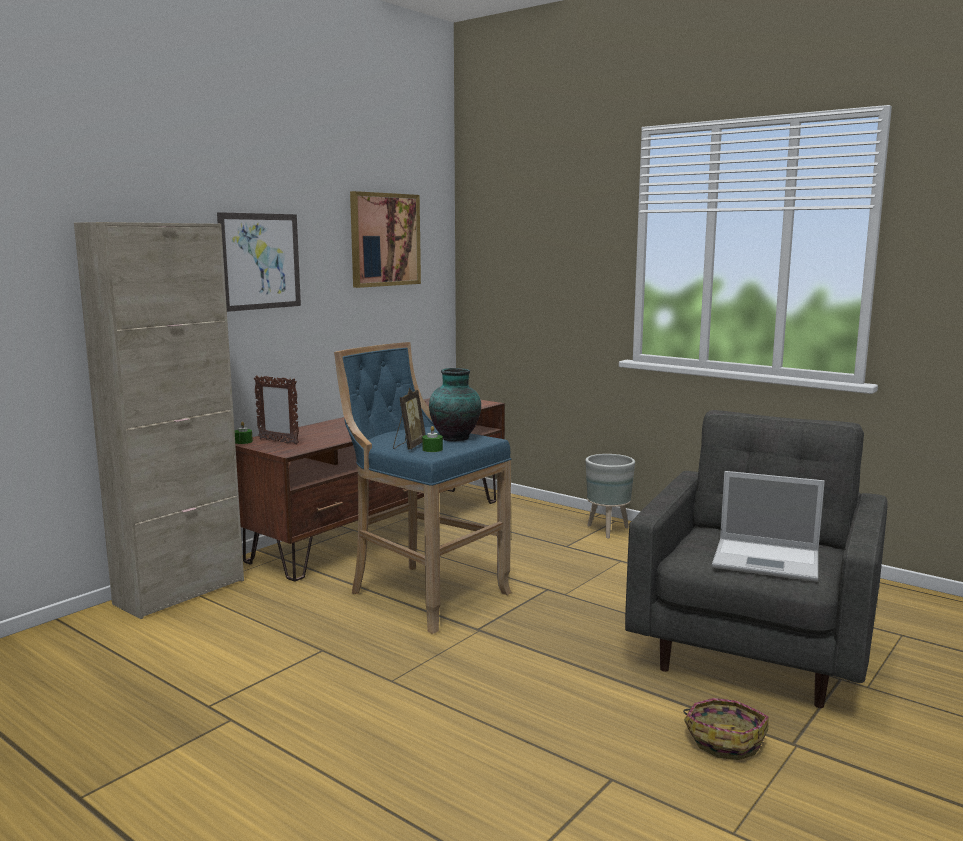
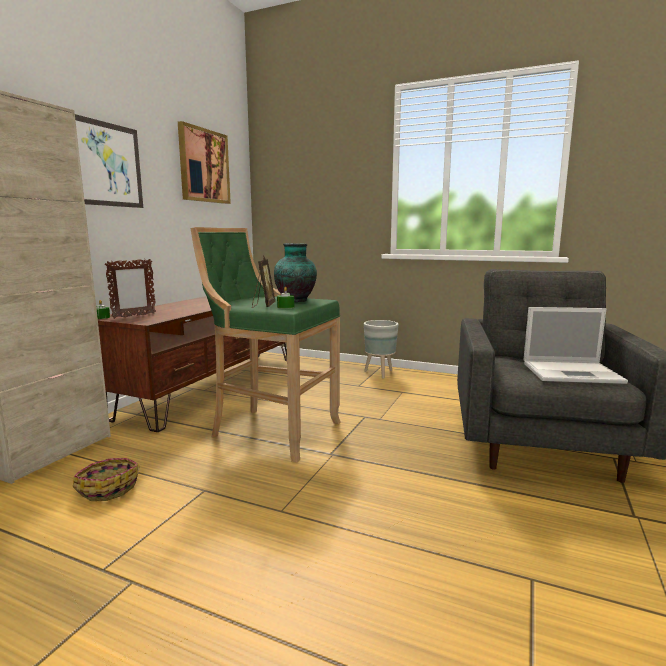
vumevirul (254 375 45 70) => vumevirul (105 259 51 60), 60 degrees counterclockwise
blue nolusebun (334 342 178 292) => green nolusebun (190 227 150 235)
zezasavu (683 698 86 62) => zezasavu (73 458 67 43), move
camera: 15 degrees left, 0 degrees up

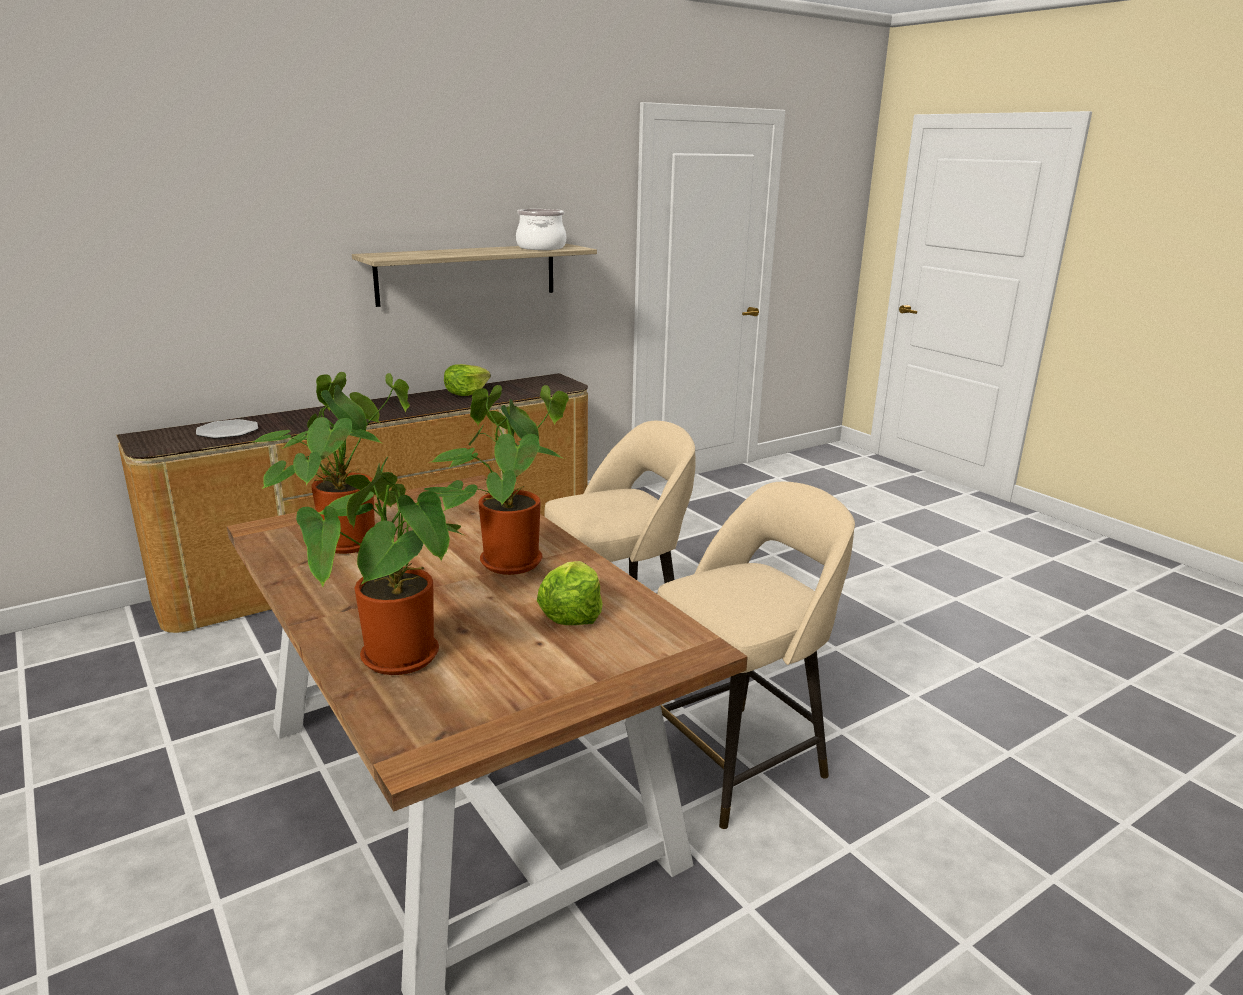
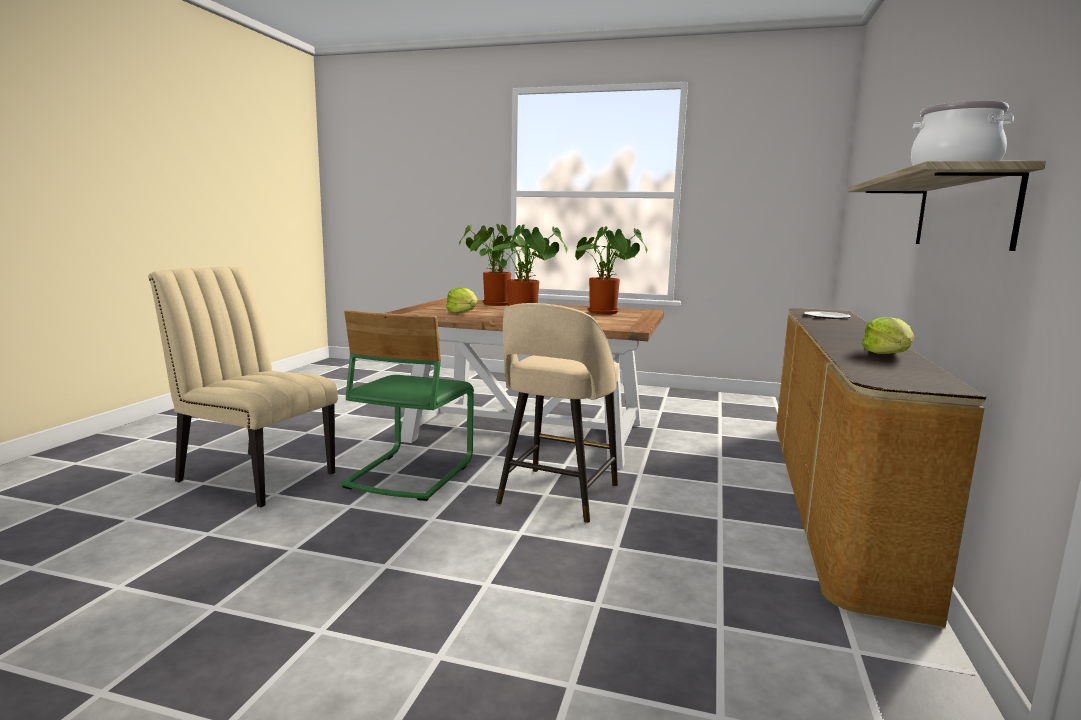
beige nolusebun (657 482 198 347) => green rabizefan (341 310 133 191)
nothing => beige rabizefan (148 267 190 240)
camera: 140 degrees right, 10 degrees down

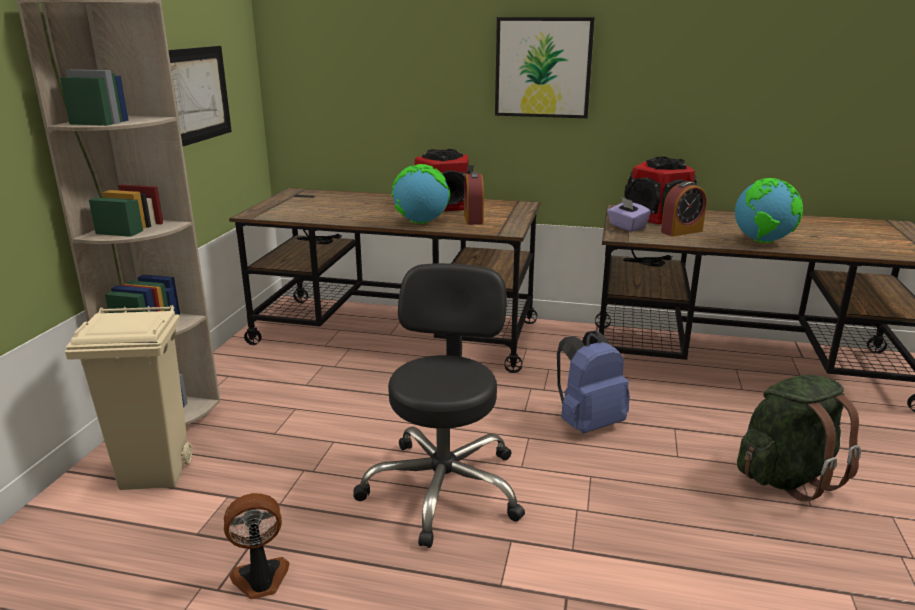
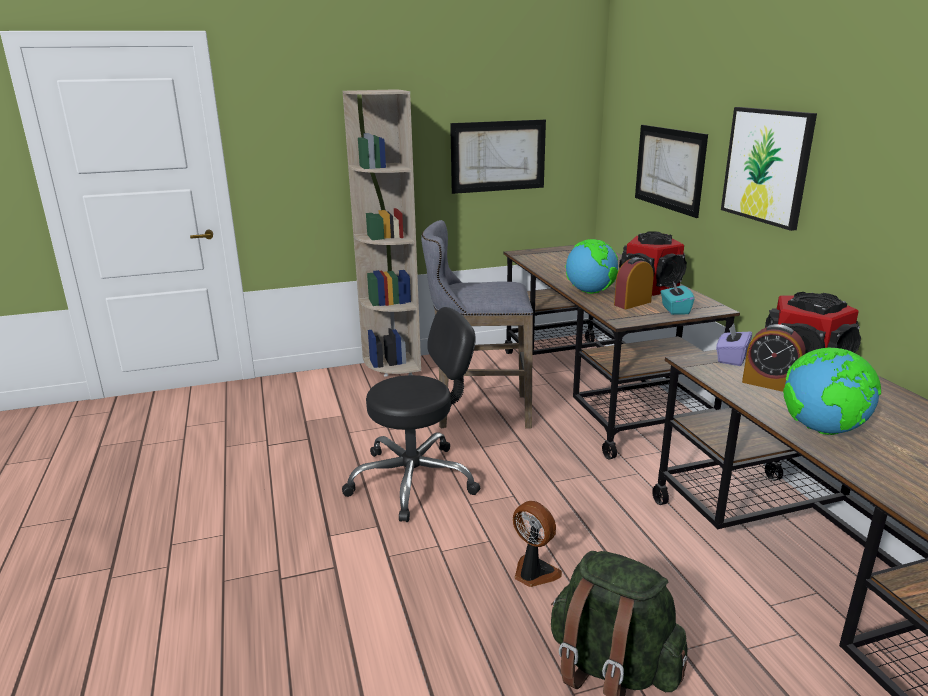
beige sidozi (65 305 128 185) => nothing
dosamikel (224 493 66 106) => dosamikel (513 501 49 86), move
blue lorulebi (557 331 73 103) => nothing
nothing => grey nolusebun (421 220 112 209)
nothing => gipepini (635 125 73 93)
nothing => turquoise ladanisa (661 282 34 33)
camera: 60 degrees right, 0 degrees up

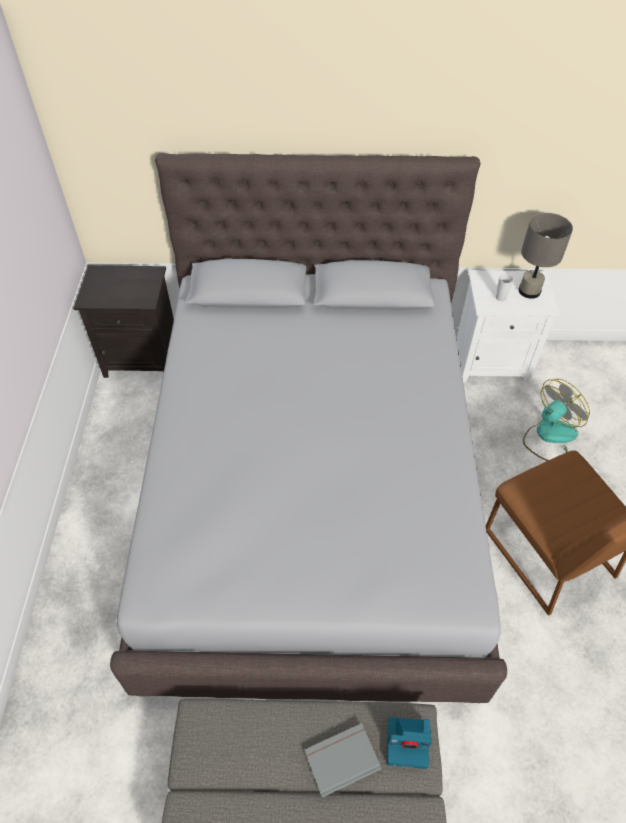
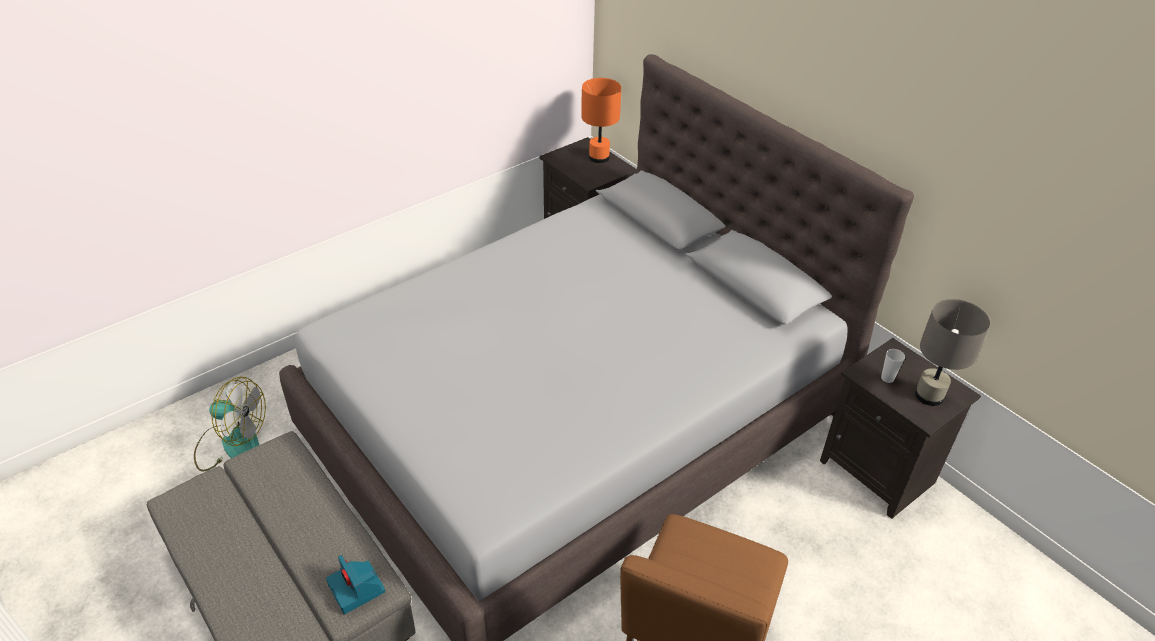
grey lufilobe (304 723 77 75) => nothing
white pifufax (456 270 104 114) => black pifufax (820 338 161 181)
dosamikel (523 379 67 82) => dosamikel (194 377 72 94), move
nothing => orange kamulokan (581 78 40 85)
camera: 50 degrees right, 10 degrees down

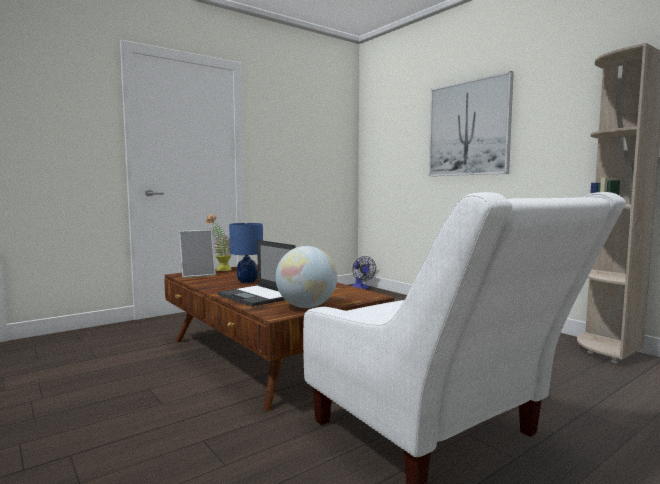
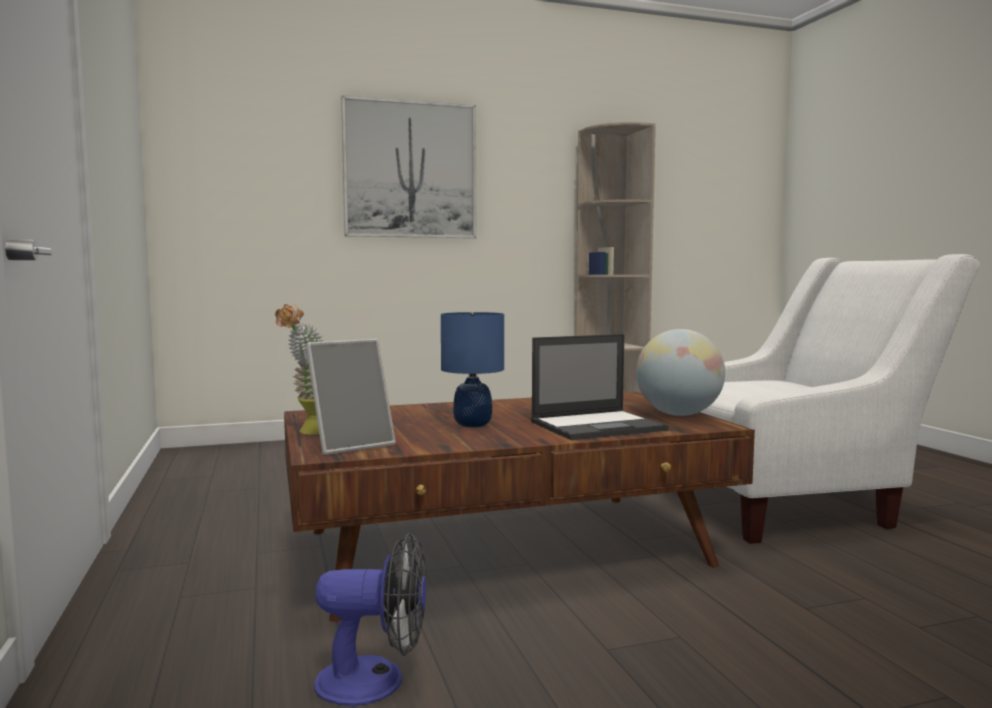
vumevirul (179 230 37 48) => vumevirul (306 339 90 116), 60 degrees clockwise
dosamikel (352 256 24 33) => dosamikel (314 533 112 173), move
camera: 70 degrees left, 0 degrees up

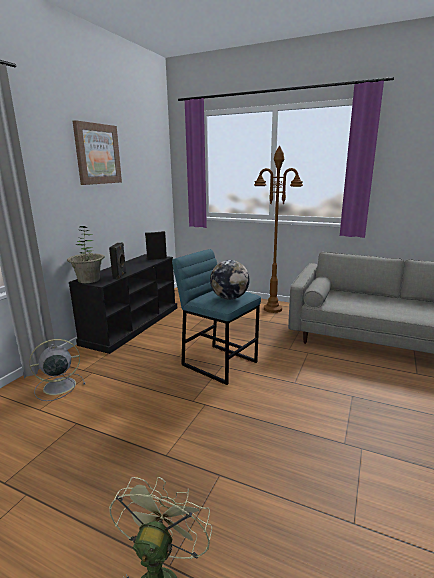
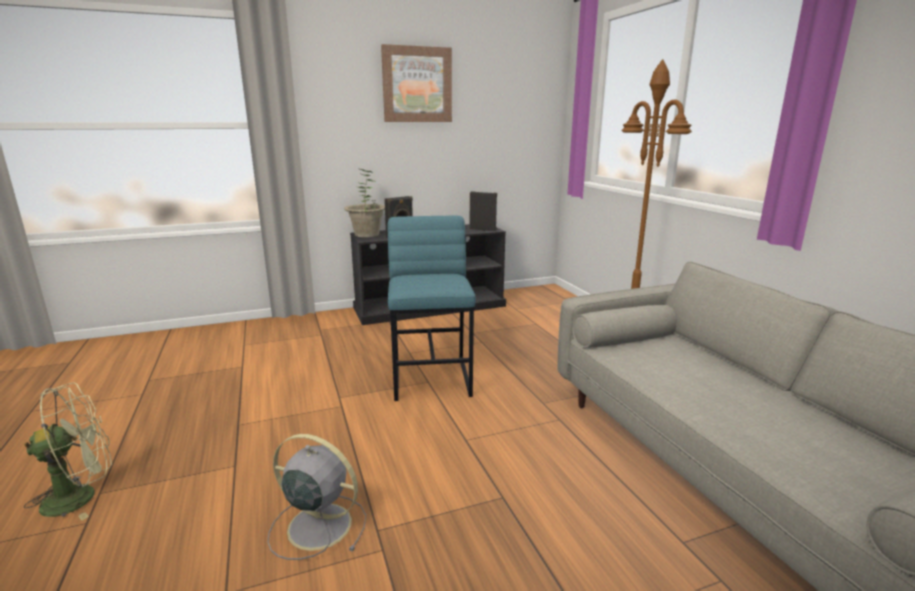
grey dosamikel (29 339 56 62) => grey dosamikel (267 434 99 126), move
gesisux (210 260 40 40) => nothing
camera: 45 degrees right, 0 degrees up

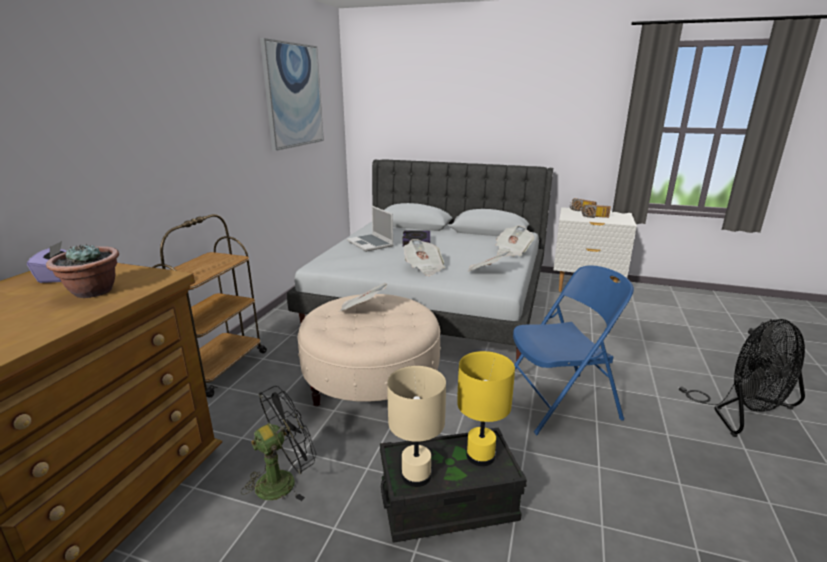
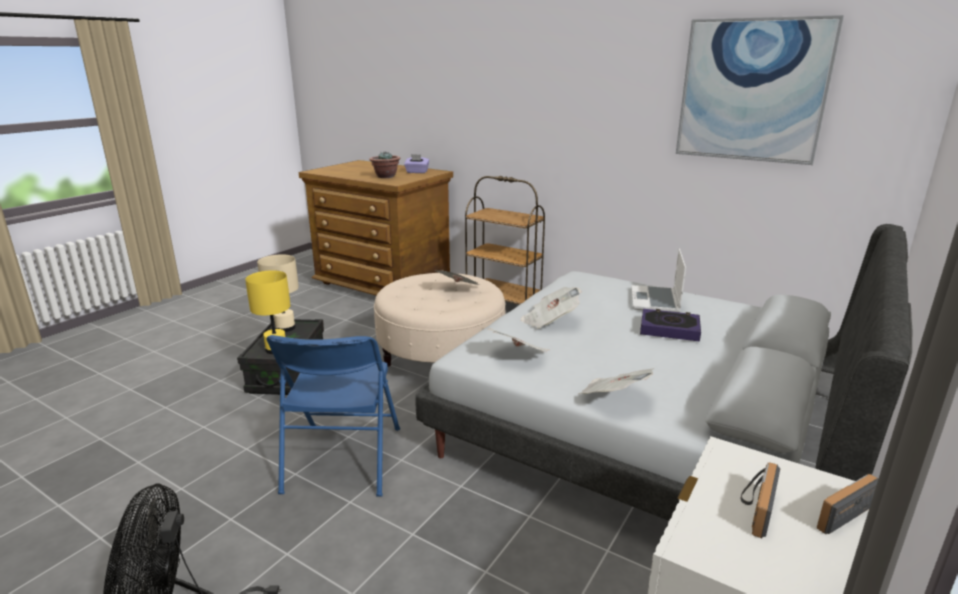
black dosamikel (241 386 75 115) => nothing
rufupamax (347 206 46 46) => rufupamax (632 249 54 64), 60 degrees counterclockwise
camera: 105 degrees right, 0 degrees up

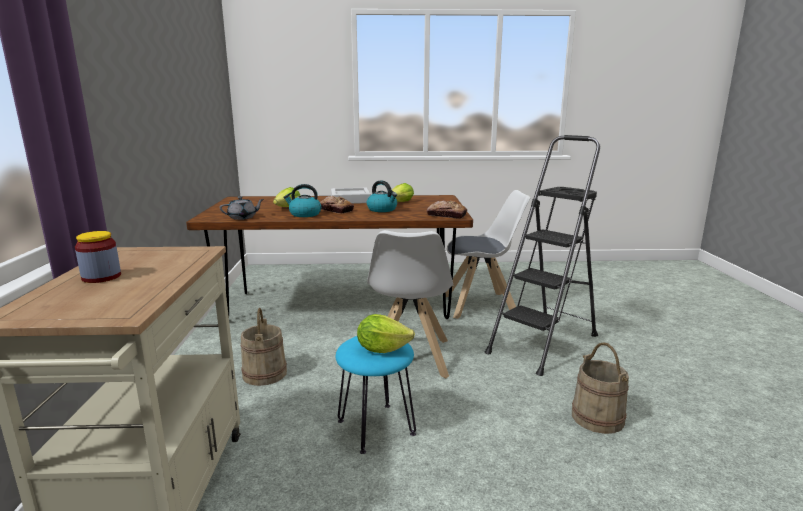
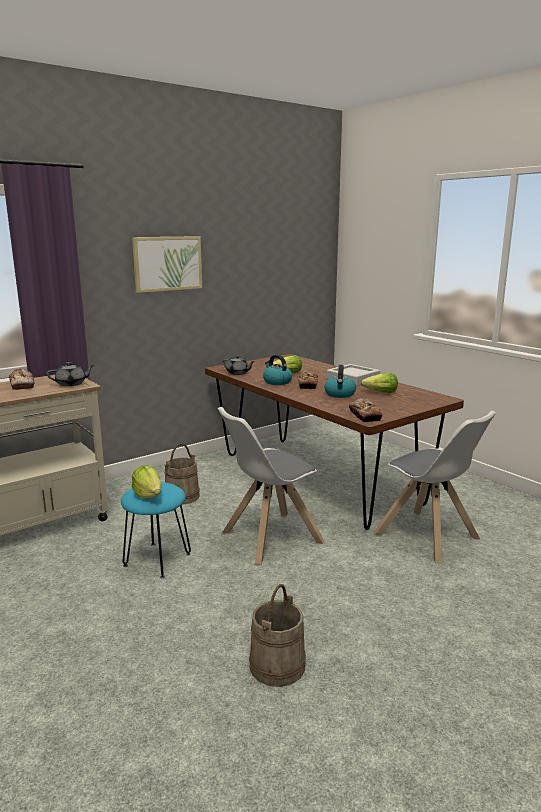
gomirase (75 231 46 52) => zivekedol (9 368 26 22)
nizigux (484 135 116 241) => nothing
nothing => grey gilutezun (47 362 47 24)
nothing => gipepini (132 236 70 57)
camera: 55 degrees right, 0 degrees up

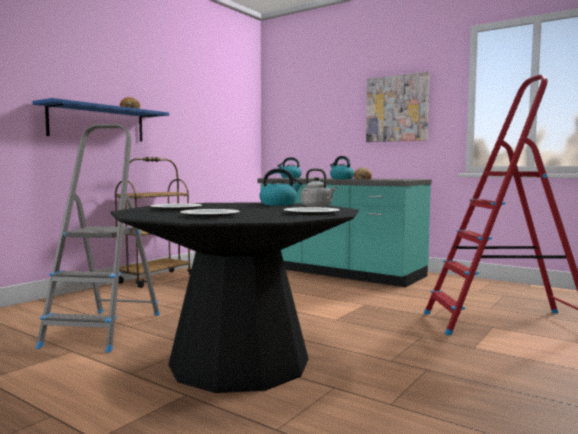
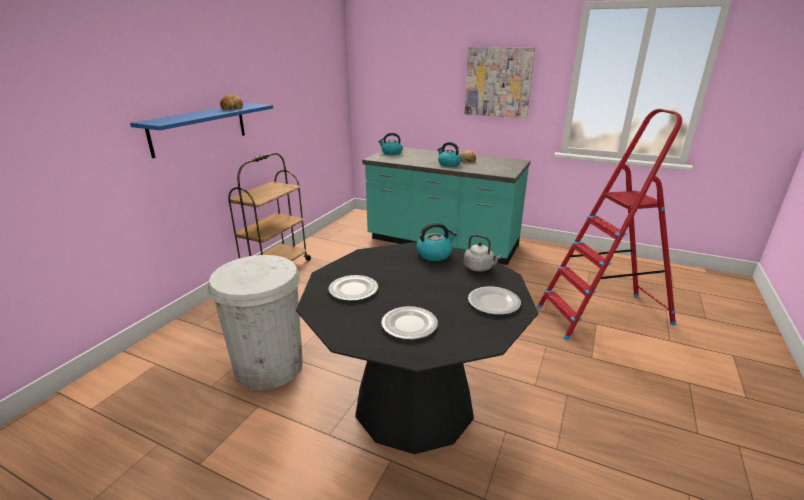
grey nizigux (35 124 125 229) => white sidozi (208 255 95 135)
camera: 10 degrees left, 20 degrees up

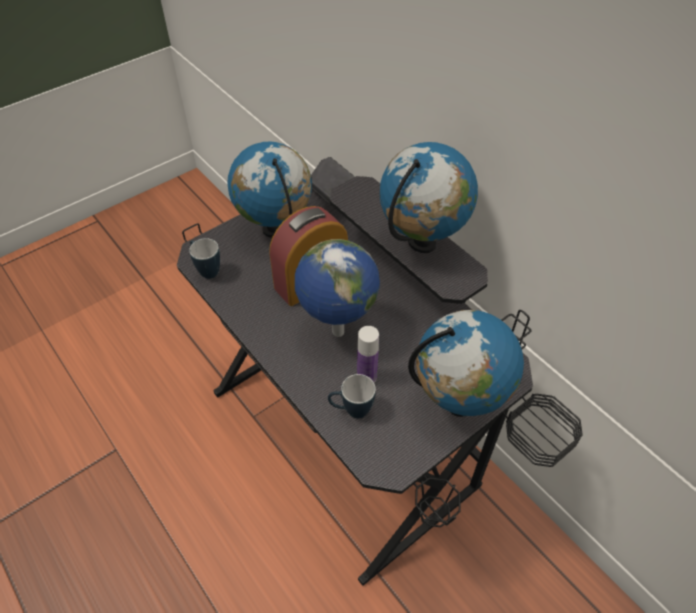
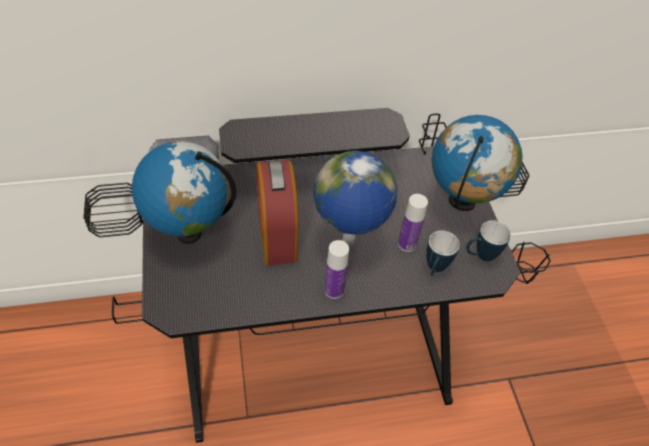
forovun (189 238 31 41) => forovun (467 220 44 41), move
gesisux (380 142 98 111) => nothing
nothing => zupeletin (324 240 25 59)
camera: 65 degrees left, 0 degrees up

